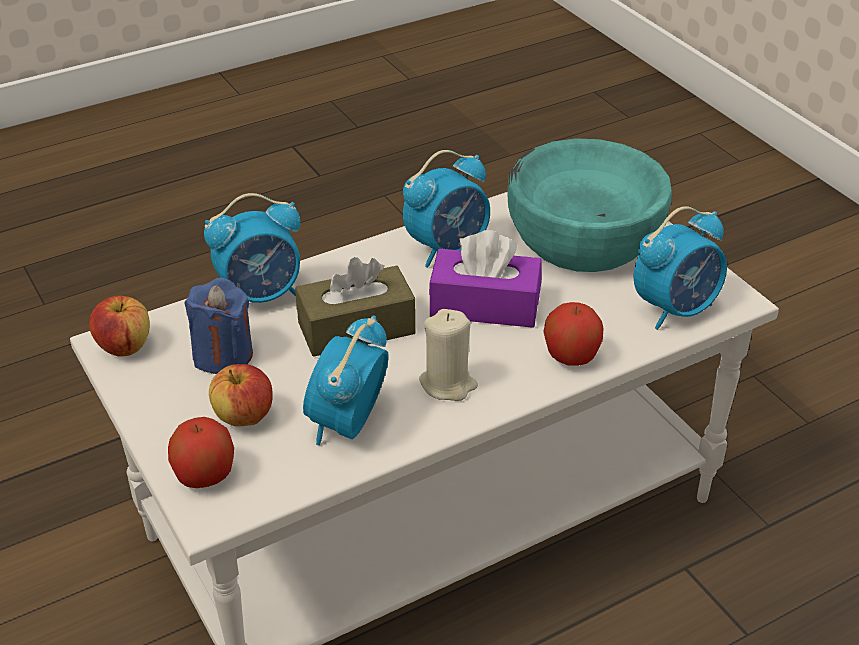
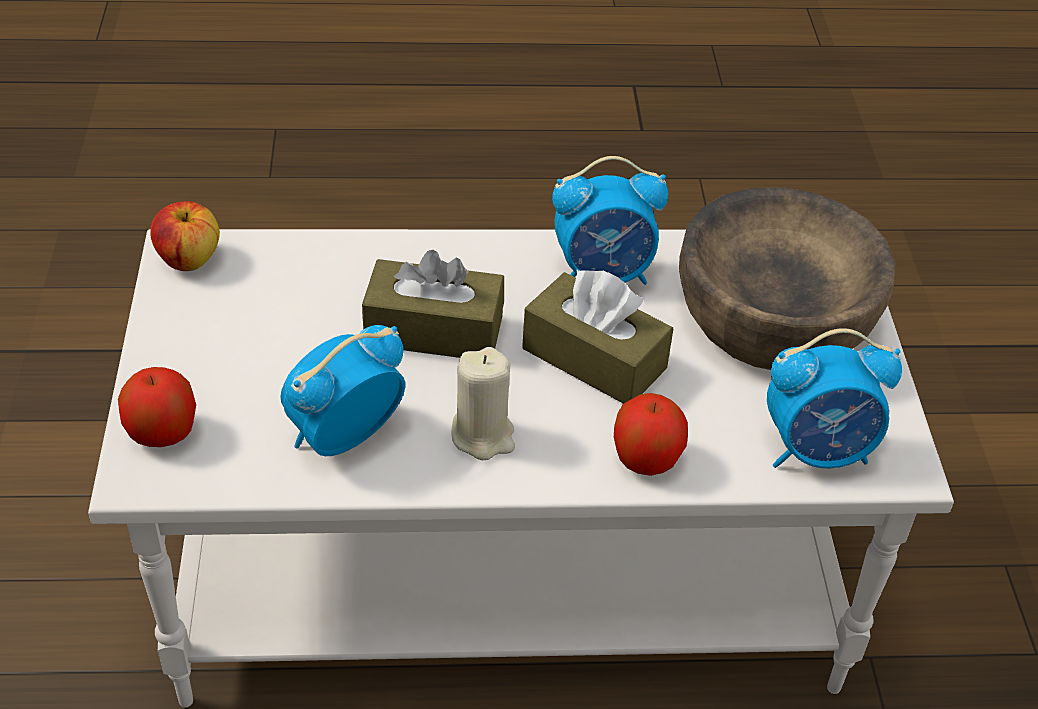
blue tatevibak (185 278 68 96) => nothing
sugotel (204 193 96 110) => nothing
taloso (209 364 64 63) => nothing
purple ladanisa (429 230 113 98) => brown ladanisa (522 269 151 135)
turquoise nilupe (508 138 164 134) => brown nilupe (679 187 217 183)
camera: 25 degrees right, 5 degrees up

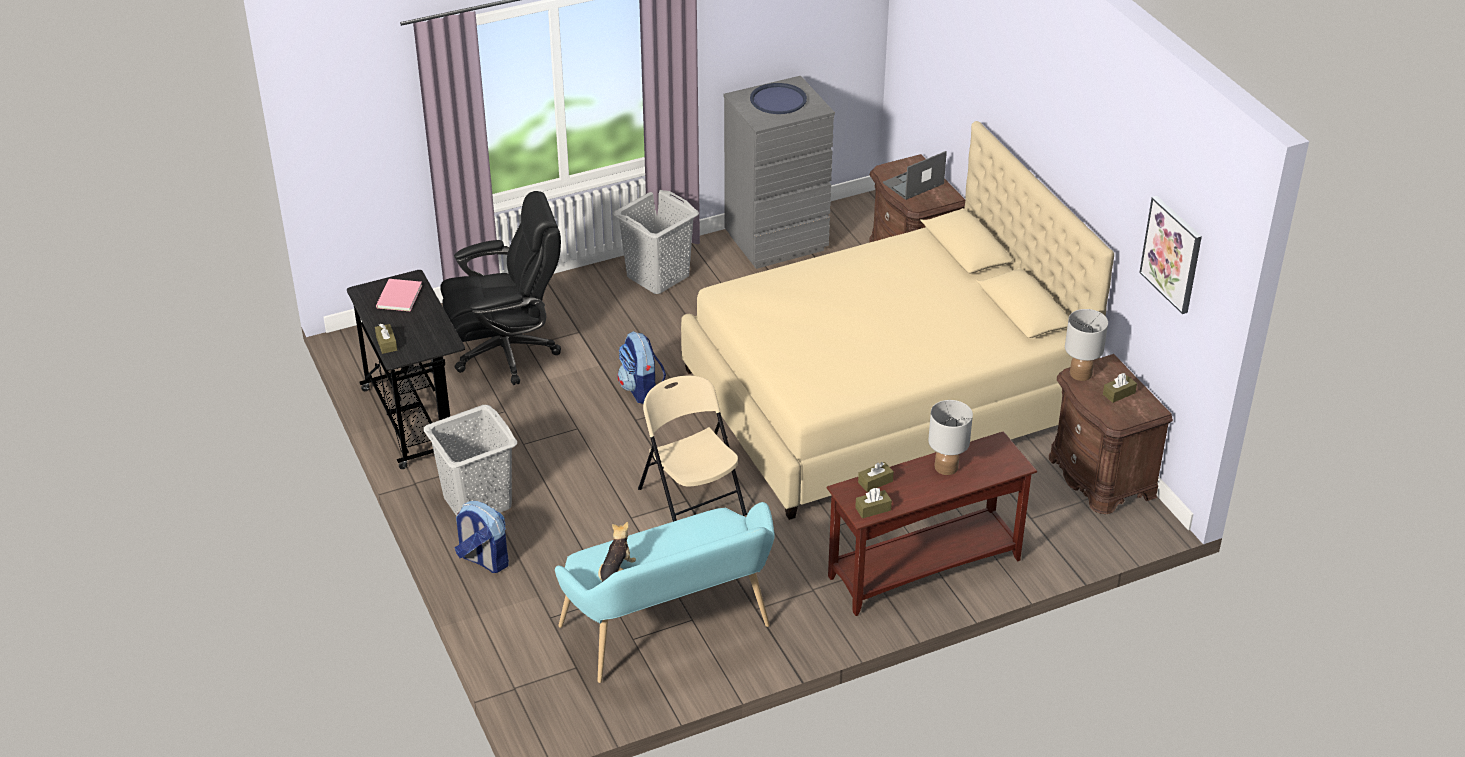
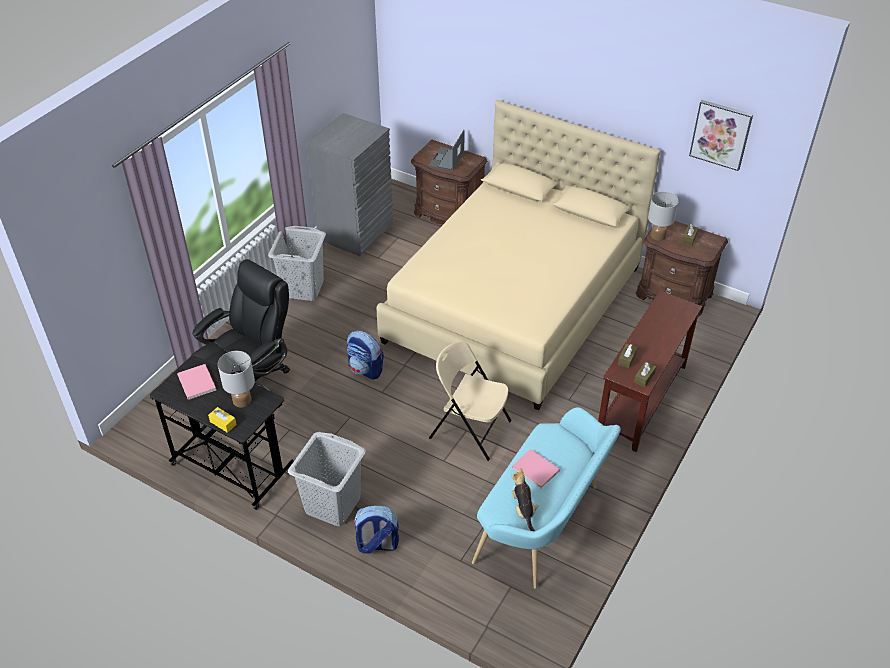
brown ladanisa (375 324 22 30) => yellow ladanisa (208 407 29 26)
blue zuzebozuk (750 83 57 31) => nothing
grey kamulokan (928 400 45 75) => grey kamulokan (218 351 37 56), move
nothing => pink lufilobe (512 449 48 40)
camera: 35 degrees left, 5 degrees up

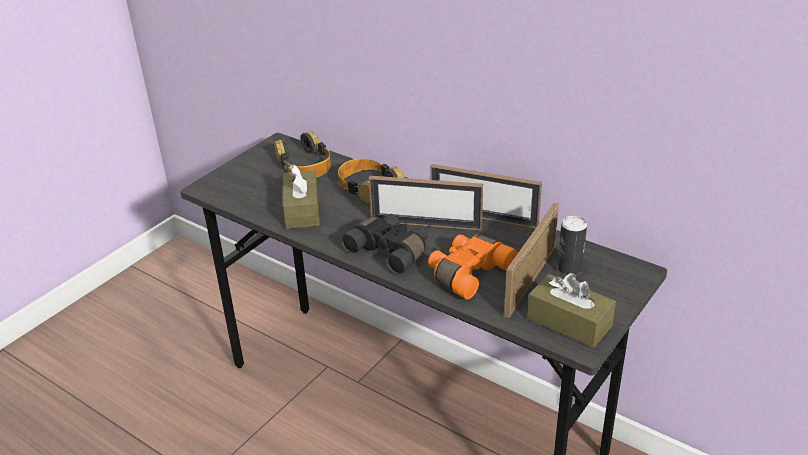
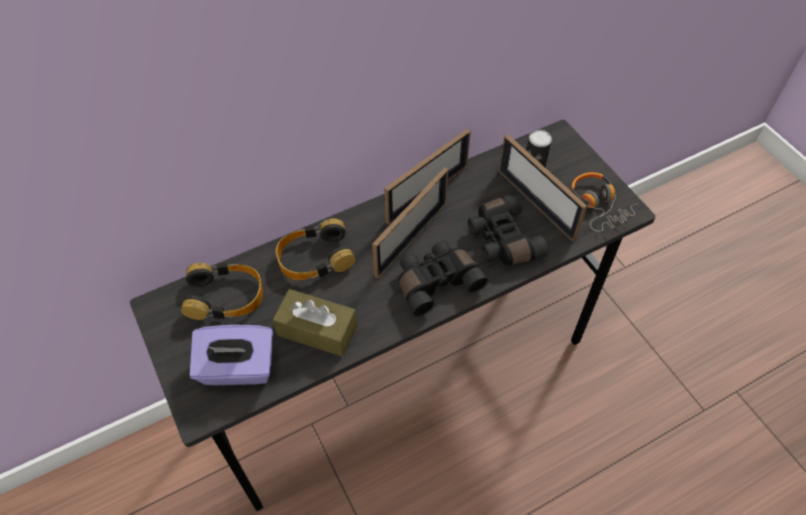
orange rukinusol (428 234 90 65) => black rukinusol (468 193 80 72)
brown ladanisa (527 273 89 75) => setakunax (571 172 67 60)
nothing => purple ladanisa (190 325 83 60)
camera: 65 degrees left, 20 degrees up

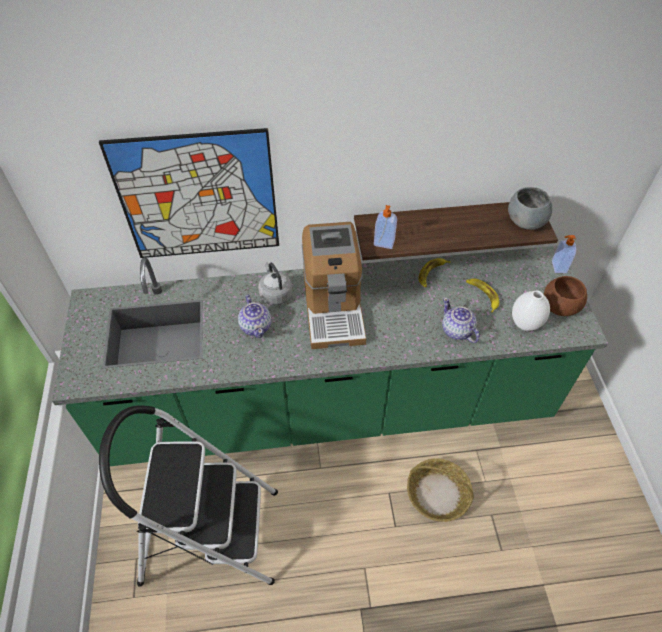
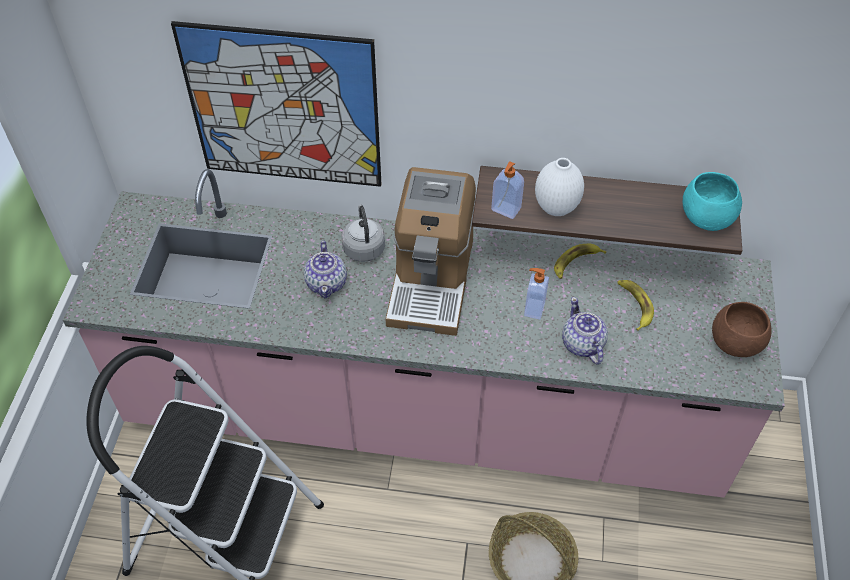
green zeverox (52 246 556 220) => pink zeverox (63 169 722 329)
grey nilupe (508 187 44 43) => turquoise nilupe (683 172 59 59)
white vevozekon (512 290 38 41) => white vevozekon (535 158 49 58), move
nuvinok (552 235 24 38) => nuvinok (524 268 25 52), move
camera: 15 degrees right, 0 degrees up

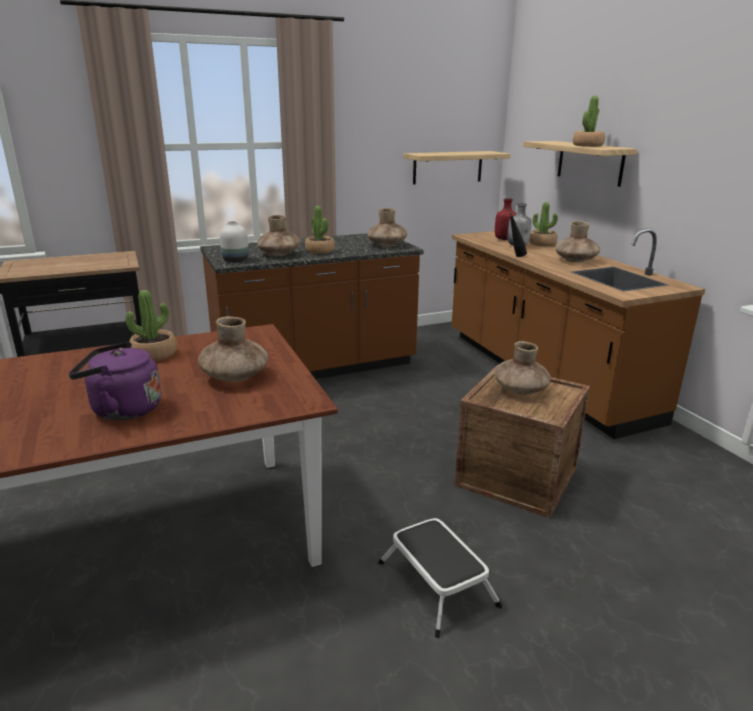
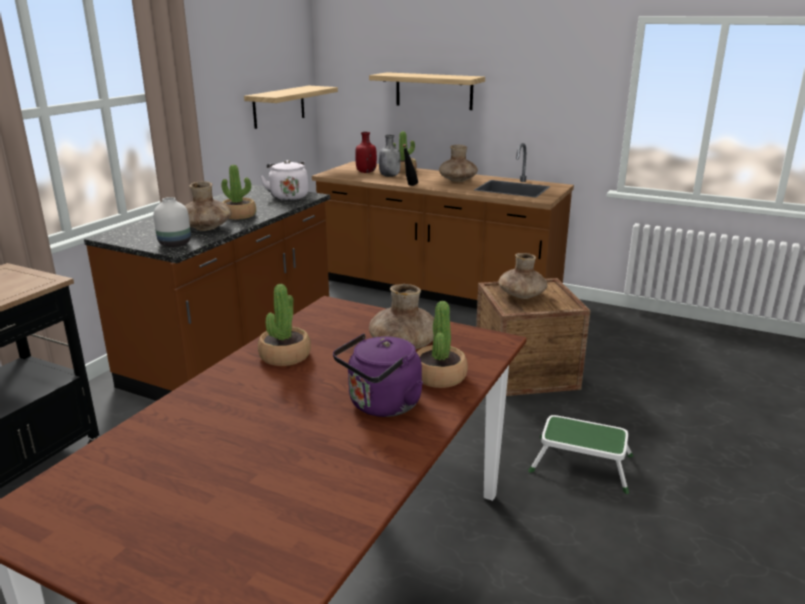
brown vevozekon (367 208 40 39) => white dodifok (260 160 48 40)
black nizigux (378 518 124 120) => green nizigux (528 415 105 79)
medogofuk (573 96 32 51) => medogofuk (417 301 51 87), move
camera: 40 degrees left, 0 degrees up

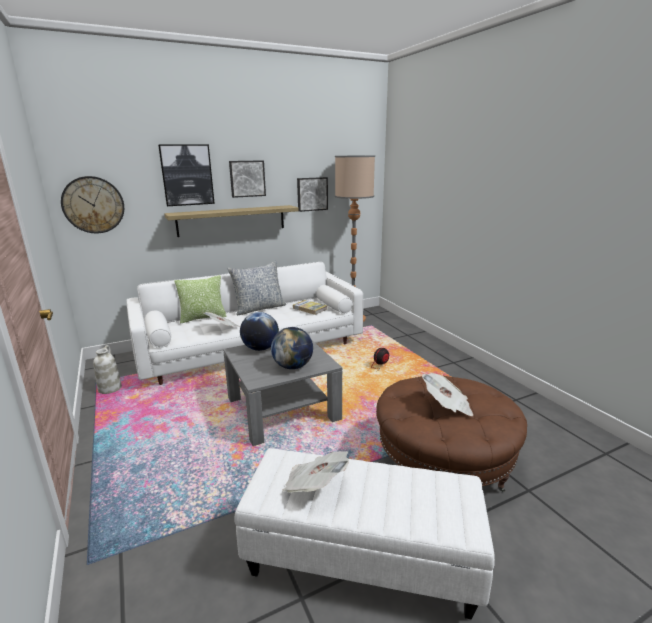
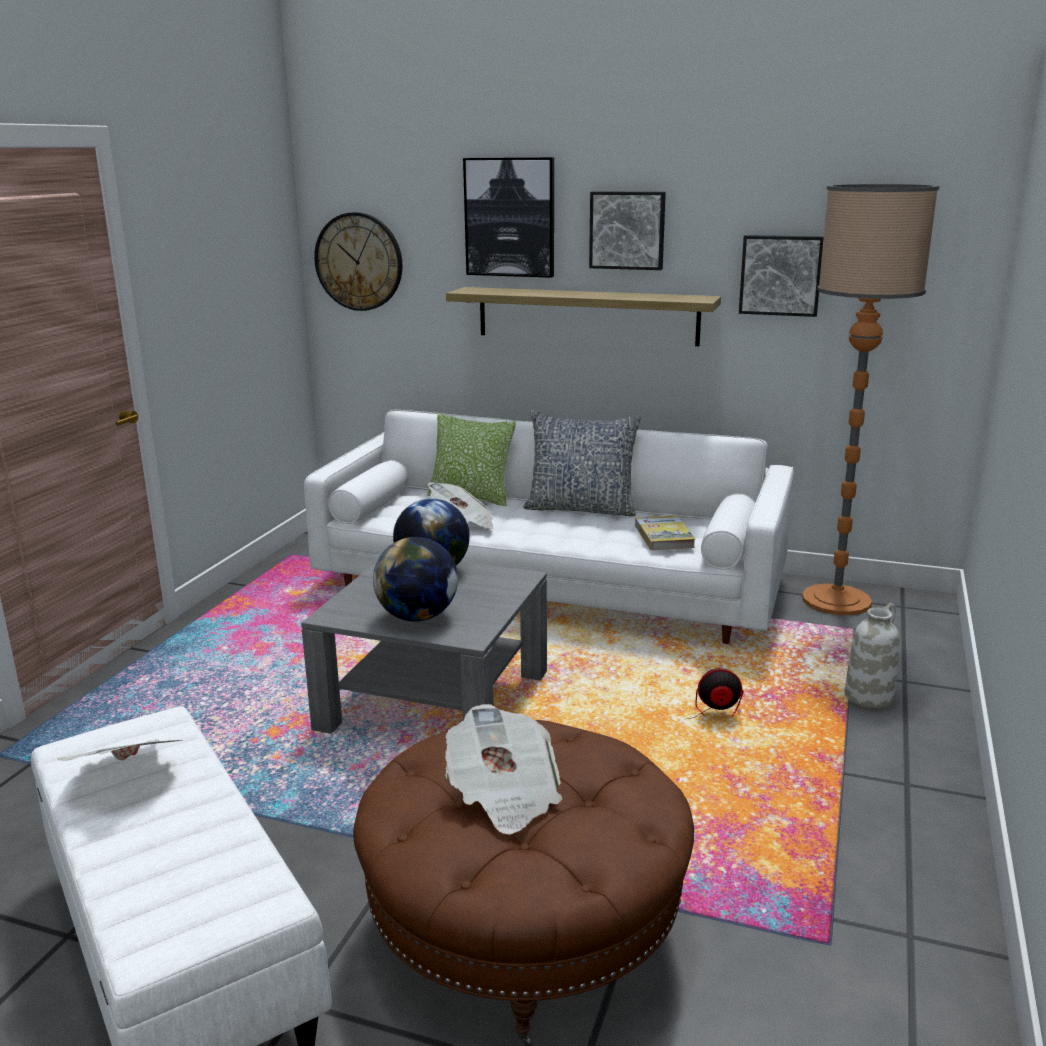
white vevozekon (93 345 29 49) => white vevozekon (845 603 55 106), move
camera: 45 degrees right, 0 degrees up

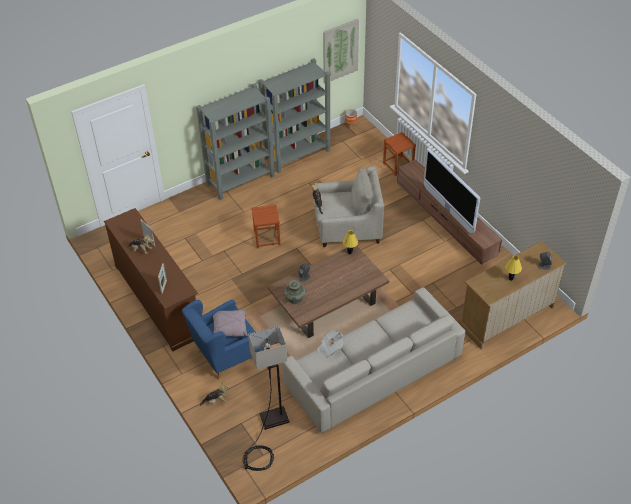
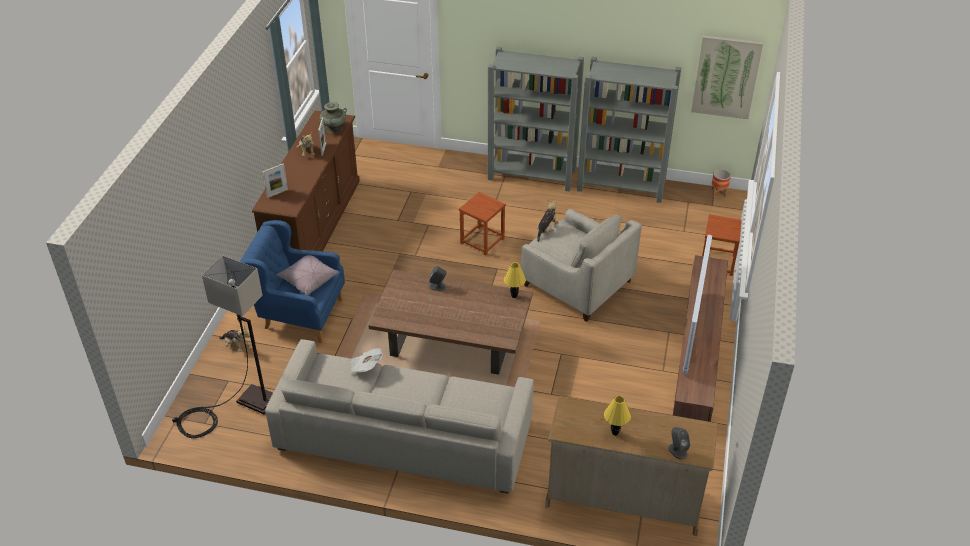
turquoise vevozekon (284 280 22 24) => turquoise vevozekon (319 102 28 31), move
camera: 45 degrees right, 5 degrees down

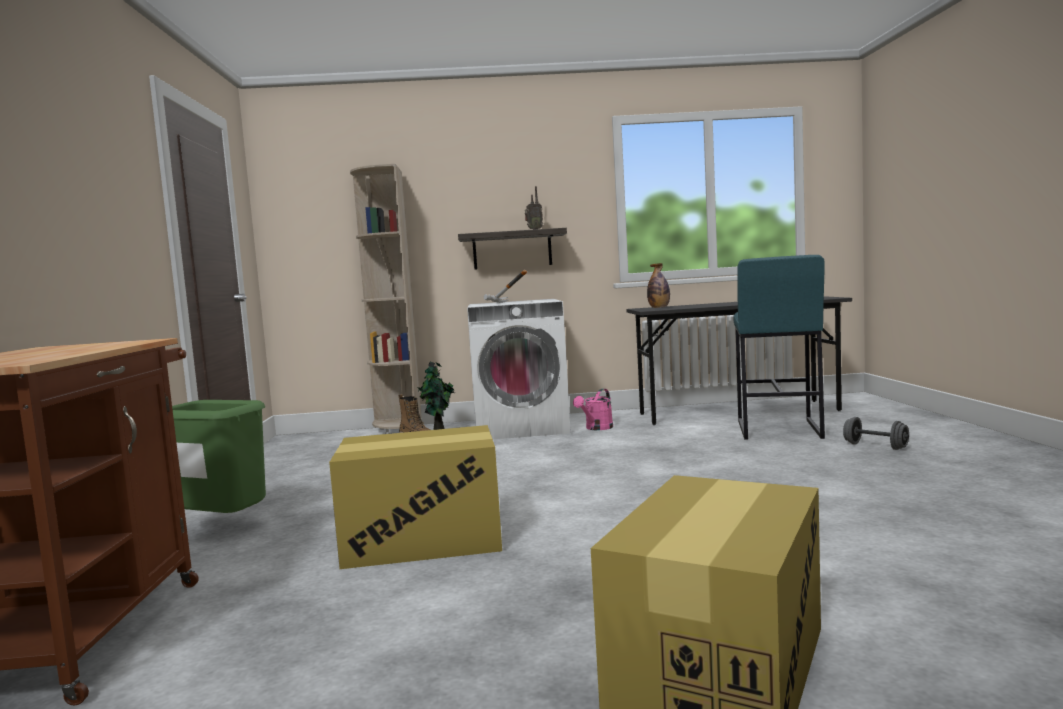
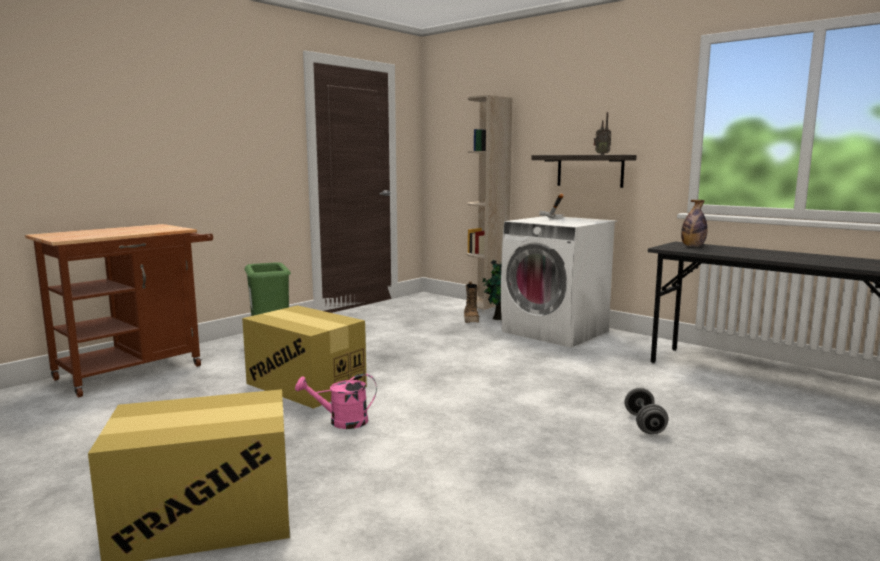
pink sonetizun (573 389 40 41) => pink sonetizun (295 374 82 55), move
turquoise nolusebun (733 255 92 184) => nothing
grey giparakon (843 417 66 33) => grey giparakon (624 388 44 46), move
camera: 45 degrees right, 5 degrees up

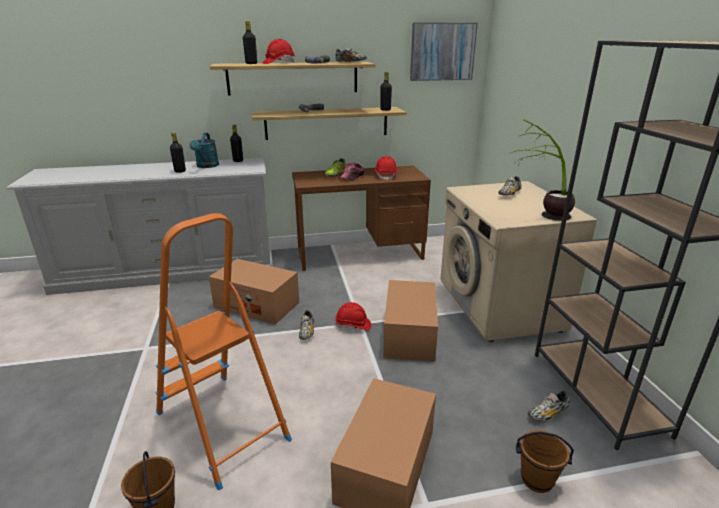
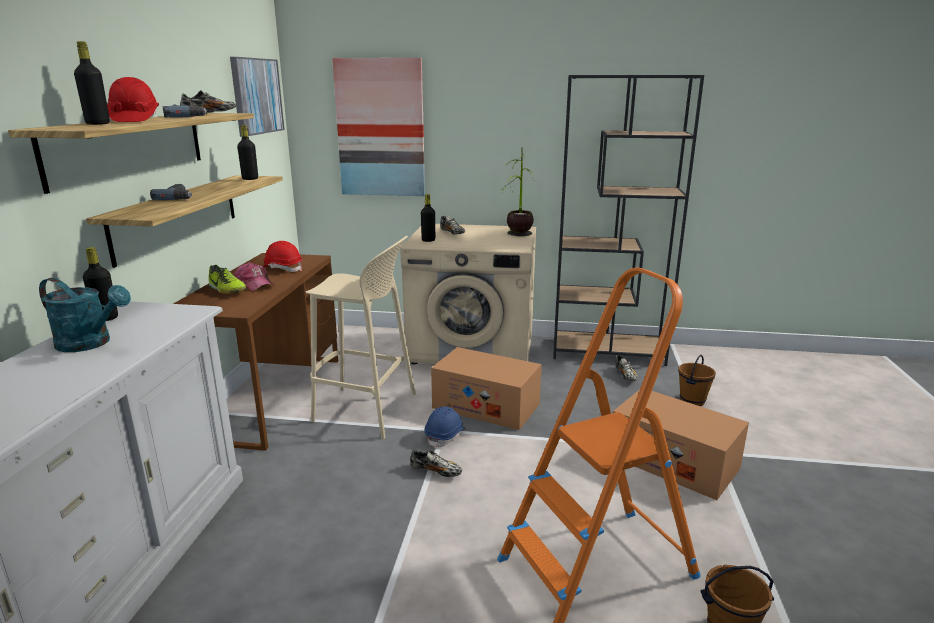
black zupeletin (170 132 16 41) => black zupeletin (421 194 14 48), move
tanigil (209 259 90 66) => nothing
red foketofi (335 302 36 28) => blue foketofi (425 406 40 43)
nothing => beige nolusebun (305 236 111 203)
nothing => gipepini (332 58 93 138)
camera: 70 degrees left, 5 degrees down

